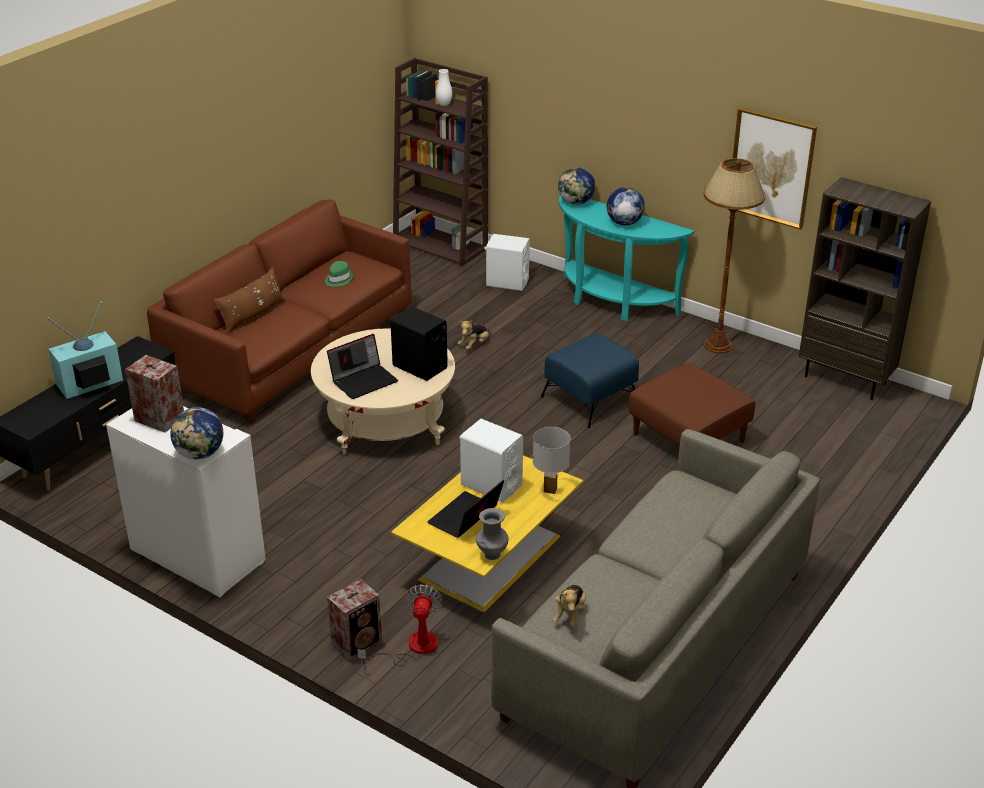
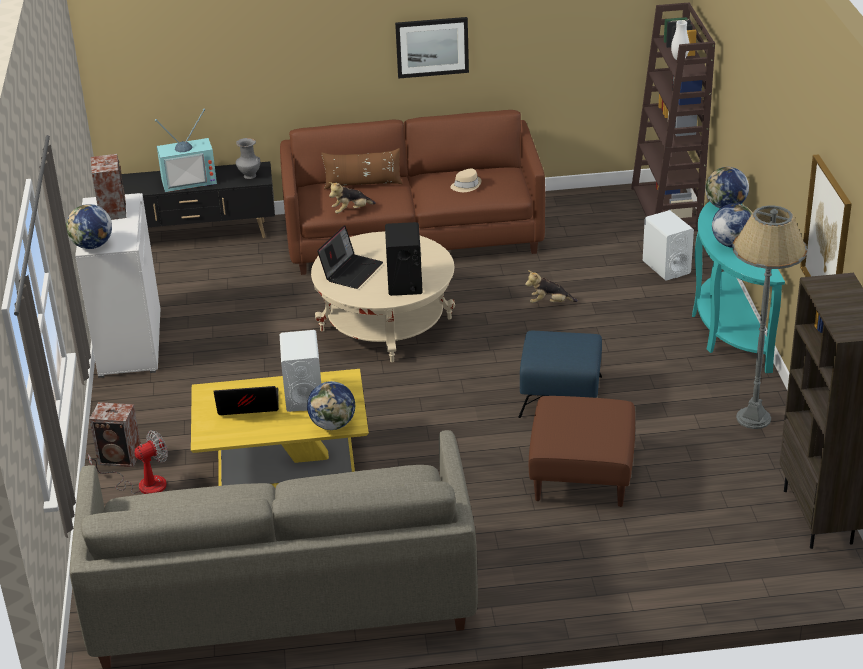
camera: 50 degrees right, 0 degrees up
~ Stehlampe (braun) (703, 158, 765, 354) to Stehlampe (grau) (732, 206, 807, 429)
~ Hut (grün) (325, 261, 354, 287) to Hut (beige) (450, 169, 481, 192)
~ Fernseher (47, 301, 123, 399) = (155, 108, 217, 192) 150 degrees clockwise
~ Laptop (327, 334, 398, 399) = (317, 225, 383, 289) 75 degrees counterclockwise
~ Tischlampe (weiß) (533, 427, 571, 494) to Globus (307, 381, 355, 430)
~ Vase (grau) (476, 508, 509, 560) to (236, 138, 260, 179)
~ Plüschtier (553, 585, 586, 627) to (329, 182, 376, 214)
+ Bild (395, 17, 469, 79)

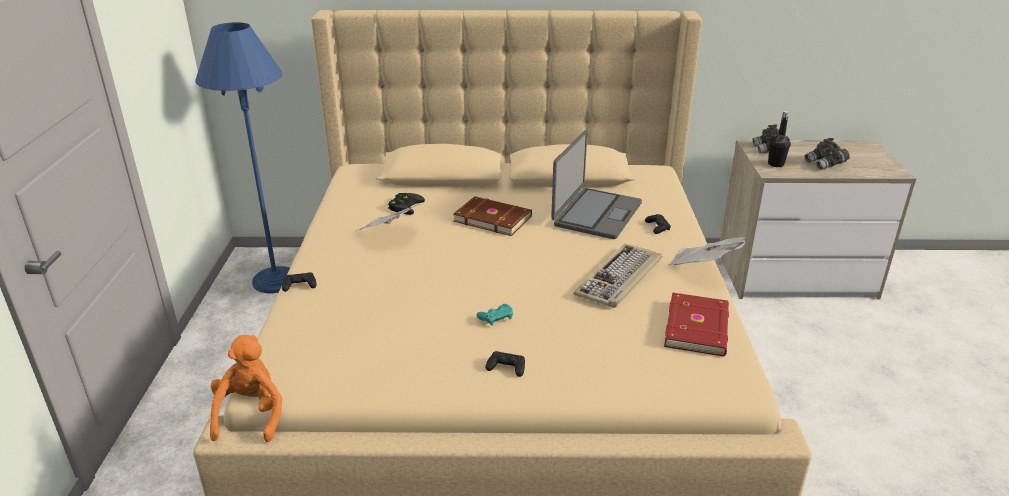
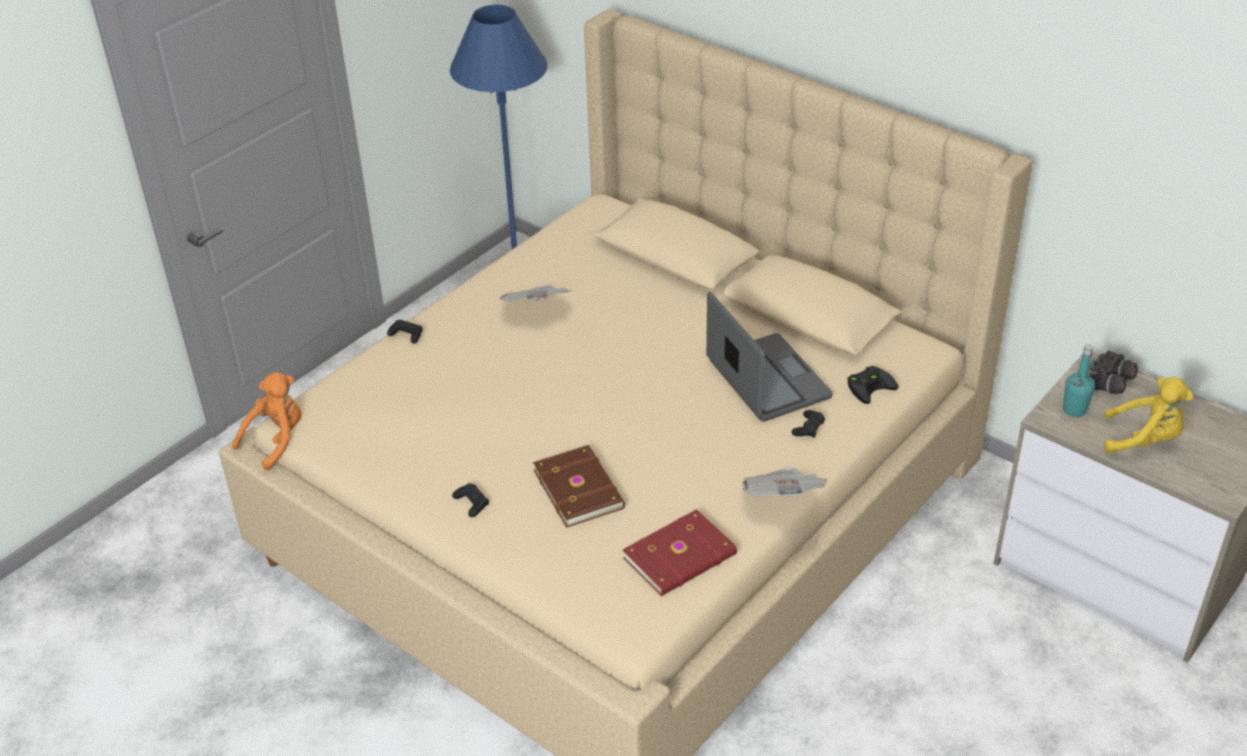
camera: 40 degrees right, 10 degrees up
~ Flasche (schwarz) (768, 111, 790, 167) to Flasche (türkis) (1063, 344, 1095, 417)
~ Laptop (551, 130, 642, 239) = (706, 292, 833, 422) 90 degrees counterclockwise
~ Fernglas (grau) (805, 138, 850, 170) to Plüschtier (gelb) (1104, 377, 1194, 454)
~ Gamepad (schwarz) (388, 193, 425, 215) to (847, 366, 898, 404)
~ Buch (braun) (453, 196, 532, 236) to (533, 445, 625, 528)
- Tastatur (574, 244, 662, 308)
- Gamepad (türkis) (476, 304, 513, 326)

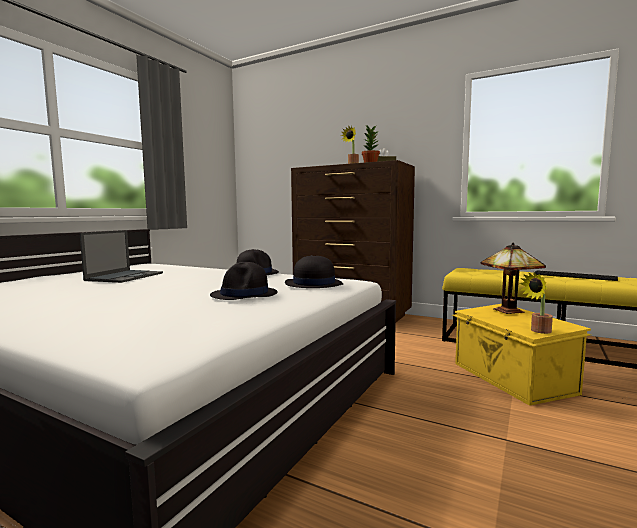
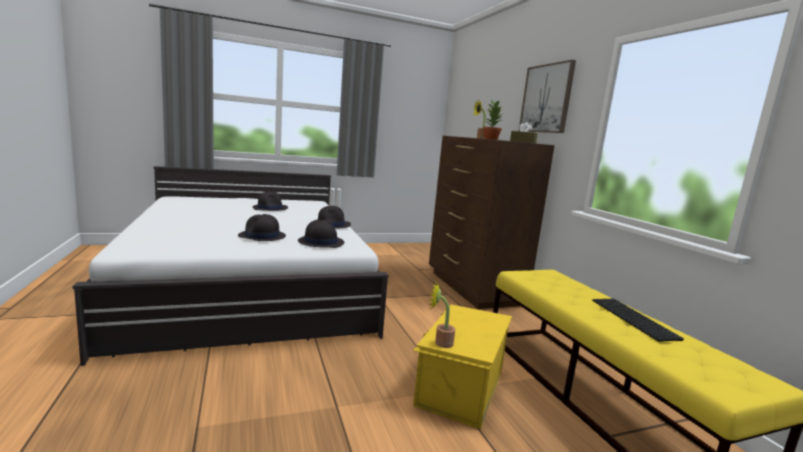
camera: 40 degrees right, 5 degrees up
~ Laptop (80, 230, 163, 283) to Hut (schwarz) (253, 191, 288, 211)
- Tischlampe (481, 243, 546, 314)
+ Bild (519, 60, 576, 133)

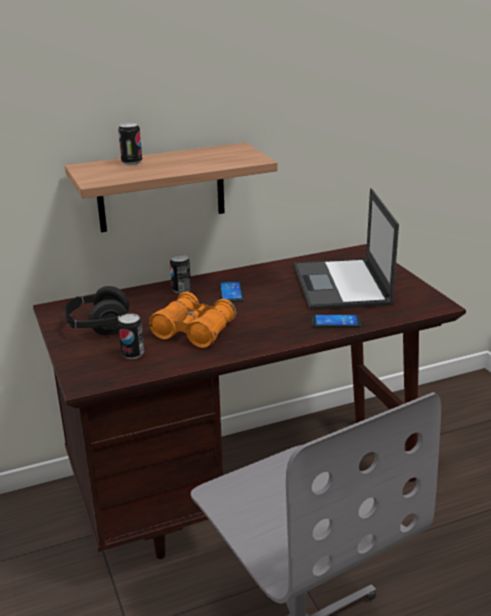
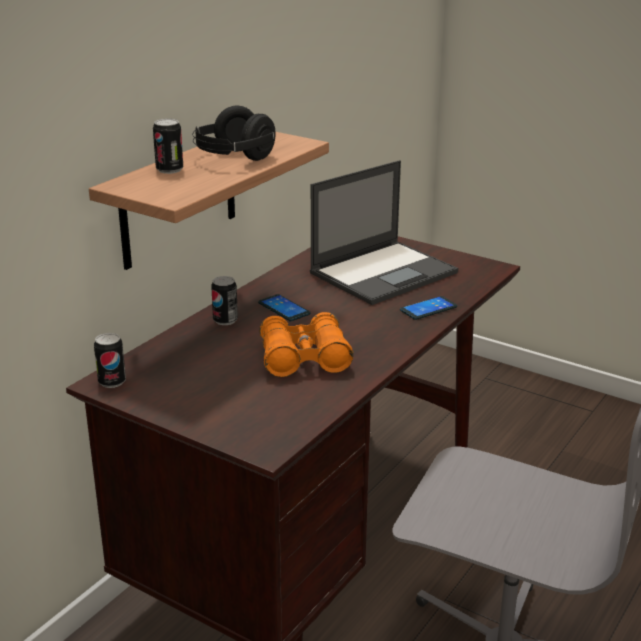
camera: 35 degrees left, 0 degrees up
~ Laptop (294, 188, 399, 310) = (310, 160, 458, 305) 90 degrees counterclockwise
~ Kopfhörer (schwarz) (62, 286, 129, 335) to (192, 106, 276, 161)
~ Dose (118, 314, 144, 359) to (94, 333, 126, 388)

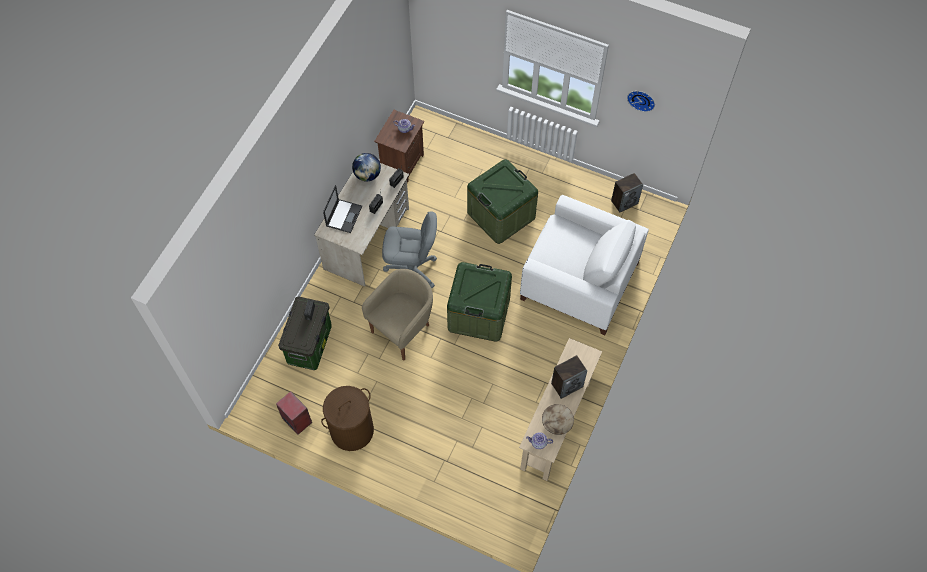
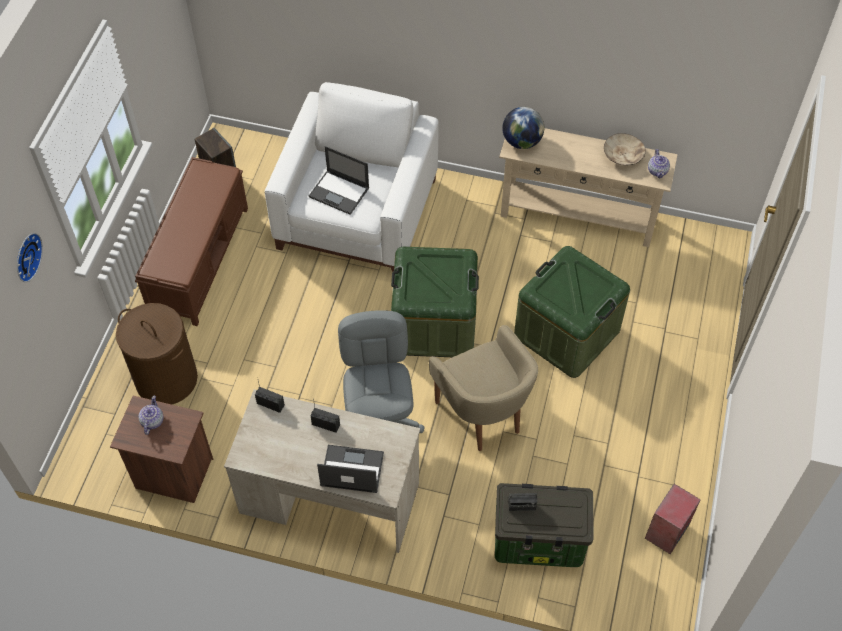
camera: 100 degrees left, 5 degrees down
~ Wanduhr (627, 91, 655, 112) to (17, 233, 43, 282)
~ Globus (352, 153, 381, 181) to (502, 107, 544, 149)
~ Aufbewahrungsbox (grün) (467, 159, 538, 244) to (514, 246, 630, 378)
~ Sessel (beige) (362, 269, 433, 360) = (429, 325, 538, 451) 150 degrees counterclockwise
- Lautsprecher (551, 355, 587, 399)
~ Wäschekorb (braun) (321, 386, 374, 451) to (116, 303, 198, 405)
+ Laptop (309, 146, 369, 215)
+ Bank (braun) (135, 157, 248, 326)

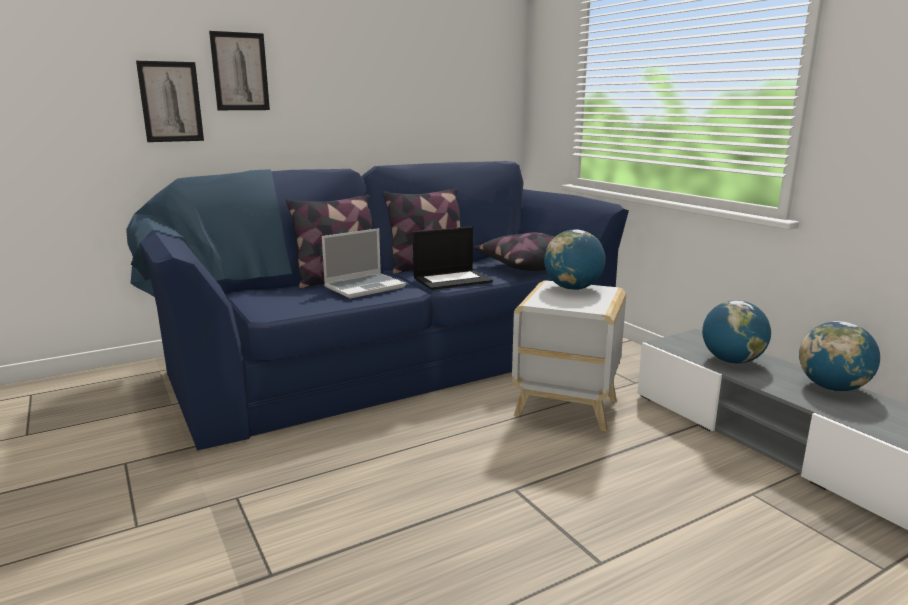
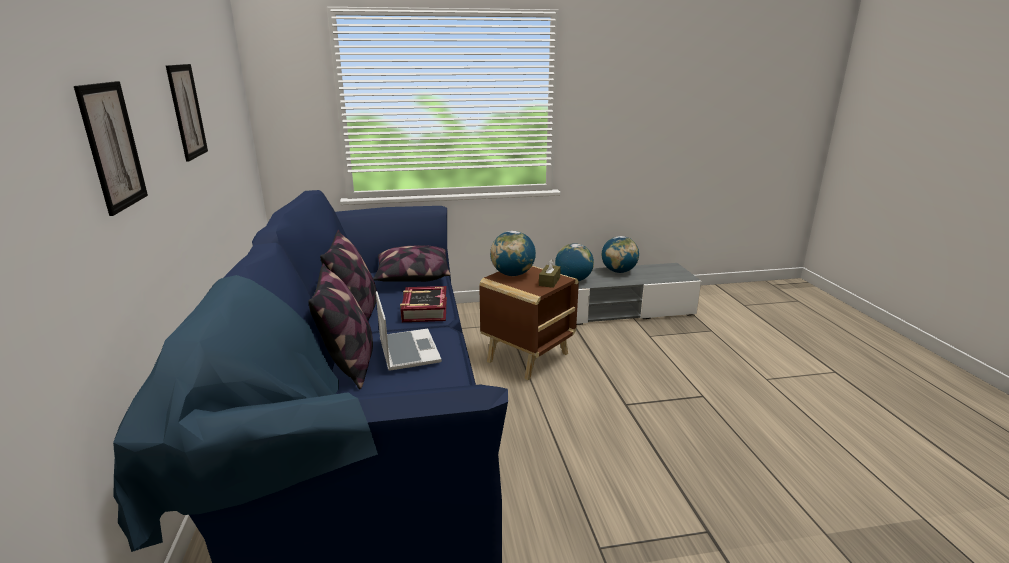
camera: 70 degrees left, 5 degrees up
~ Bild (136, 61, 204, 142) to (166, 64, 208, 162)
~ Laptop (413, 226, 493, 290) to Buch (400, 286, 447, 322)
~ Beistelltisch (weiß) (512, 280, 626, 432) to Beistelltisch (braun) (479, 266, 579, 380)
+ Taschentuchbox (braun) (539, 259, 561, 288)

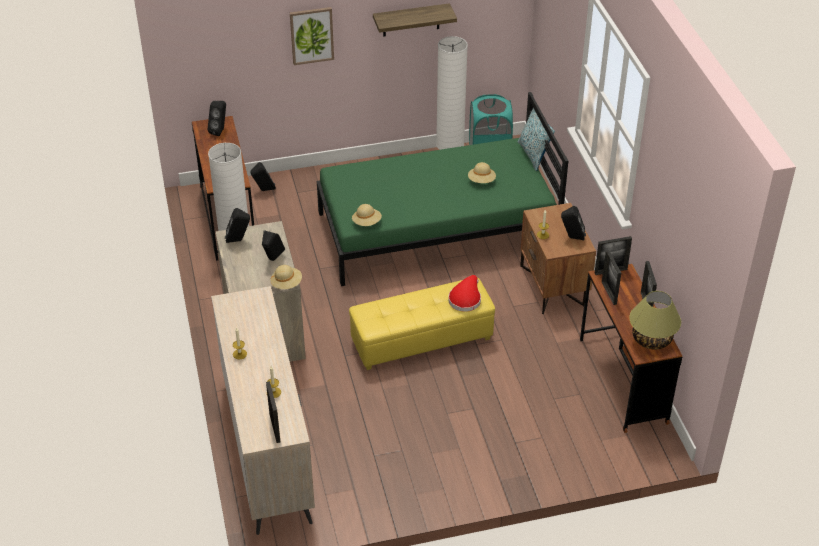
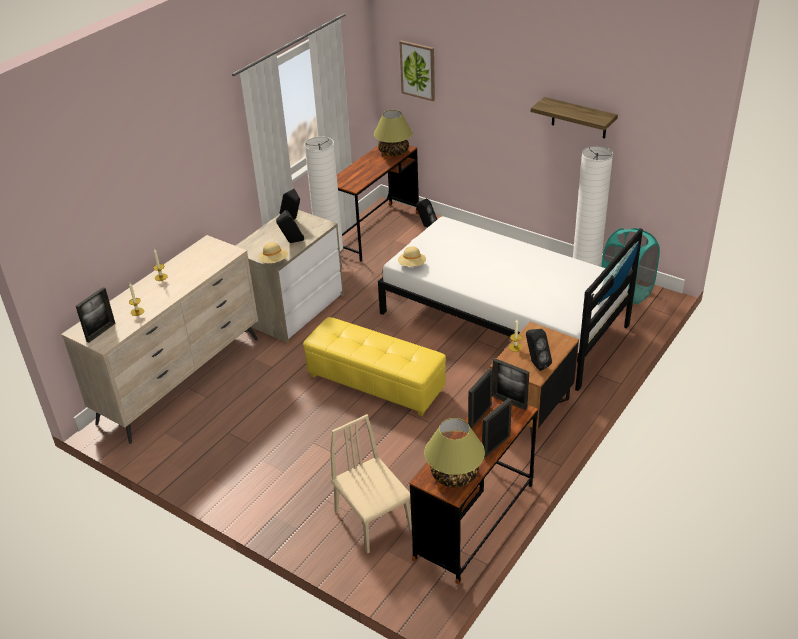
camera: 50 degrees right, 5 degrees down
~ Bild (290, 7, 334, 65) to (400, 40, 435, 101)
~ Bett (grün) (317, 92, 568, 286) to Bett (weiß) (378, 217, 643, 391)
~ Lautsprecher (schwarz) (208, 101, 226, 136) to Tischlampe (374, 110, 412, 156)
- Hut (beige) (468, 162, 496, 183)
- Hut (rot) (448, 275, 481, 312)
+ Stuhl (beige) (330, 414, 412, 554)

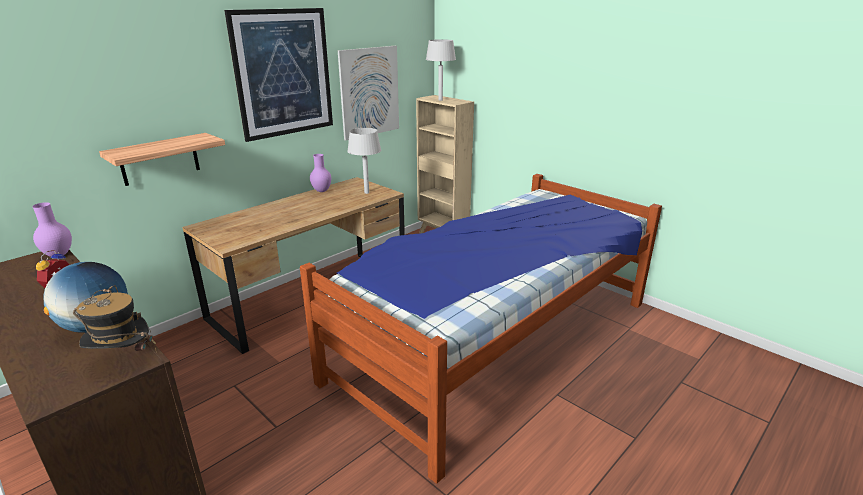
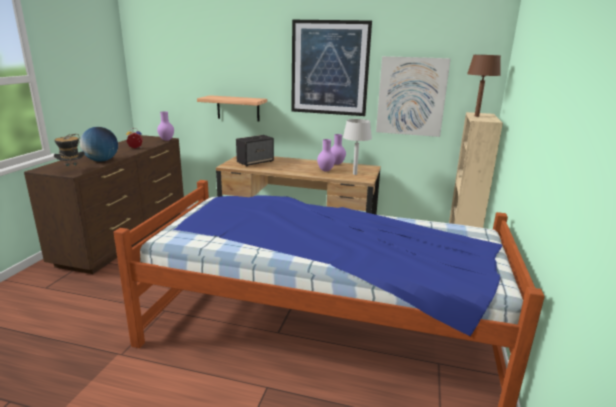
camera: 60 degrees right, 5 degrees down
~ Tischlampe (grau) (426, 39, 456, 101) to Tischlampe (braun) (467, 55, 501, 117)
+ Lautsprecher (236, 135, 274, 167)
+ Vase (lila) (317, 139, 335, 172)

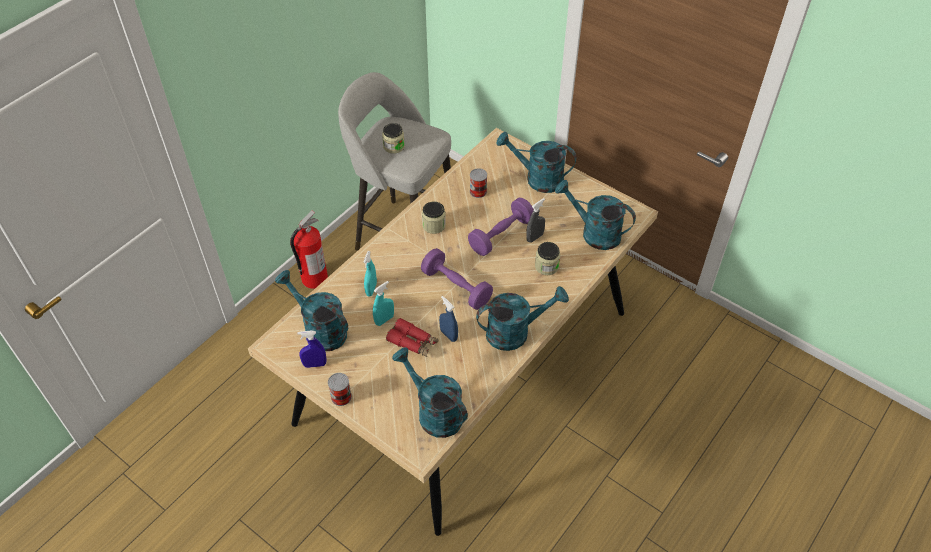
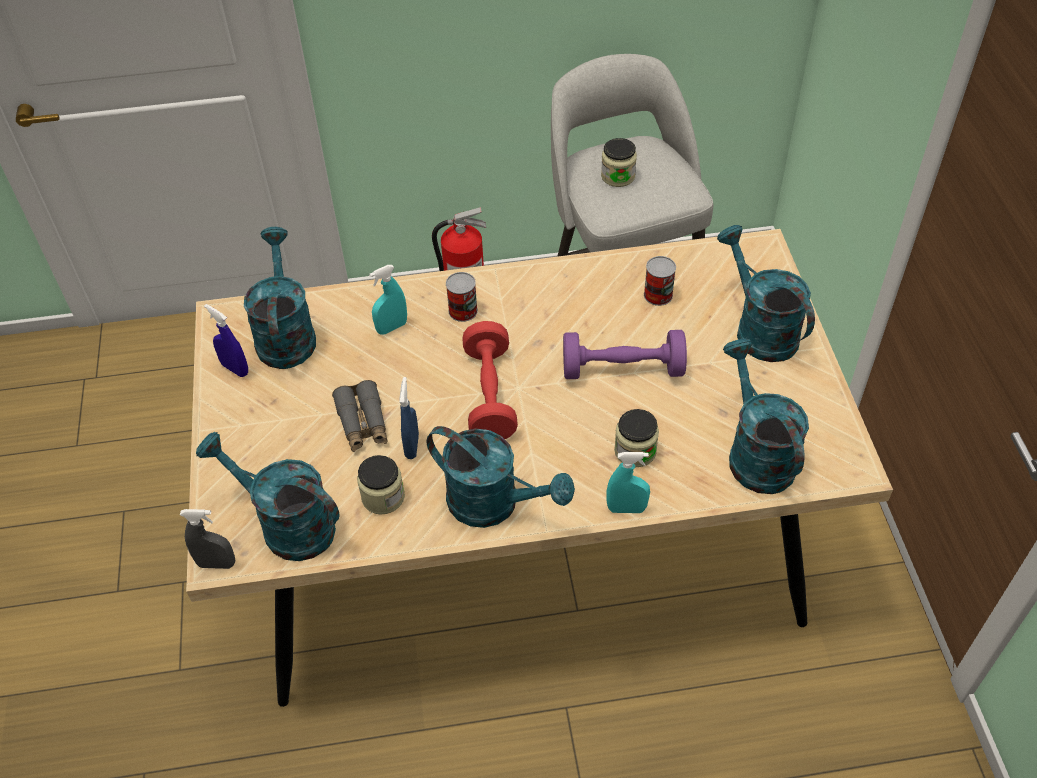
camera: 45 degrees right, 0 degrees up
~ Sprühflasche (grau) (526, 198, 545, 243) to (180, 509, 235, 569)
~ Vorratsglas (422, 202, 446, 234) to (357, 455, 405, 515)
~ Hantel (lila) (421, 248, 493, 310) to Hantel (rot) (462, 321, 518, 439)
~ Sprühflasche (türkis) (373, 281, 394, 326) to (606, 452, 650, 513)
~ Fernglas (rot) (386, 318, 438, 357) to Fernglas (grau) (332, 380, 387, 452)
~ Gießkanne (türkis) (392, 347, 468, 438) = (196, 432, 340, 561) 60 degrees counterclockwise
~ Dose (328, 373, 352, 406) to (446, 272, 478, 322)

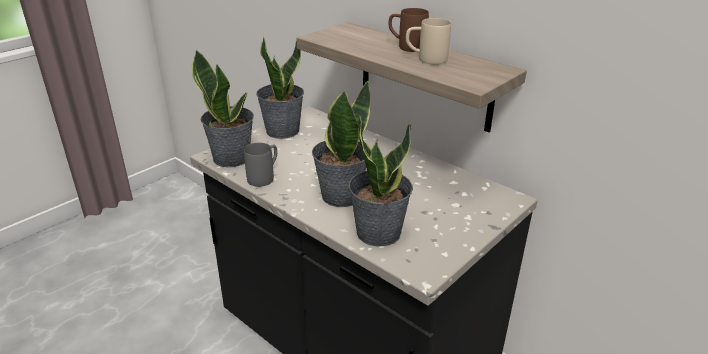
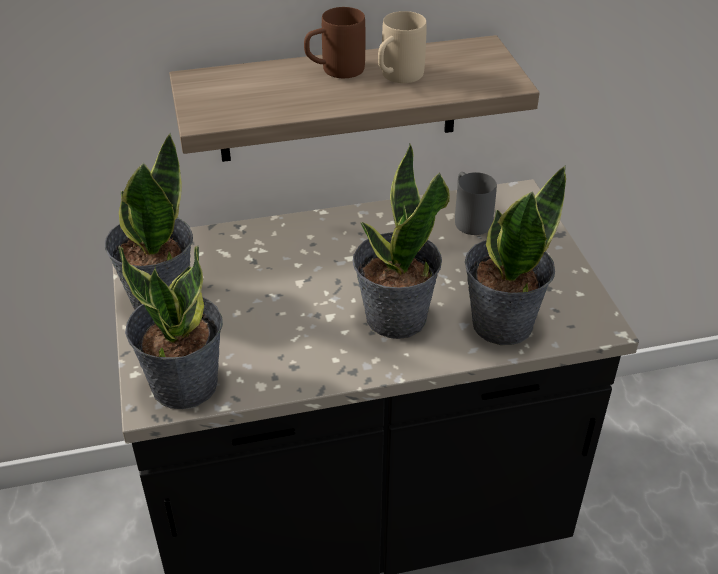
camera: 55 degrees left, 10 degrees up
~ Henkelbecher (grau) (244, 143, 277, 187) to (455, 172, 497, 235)

